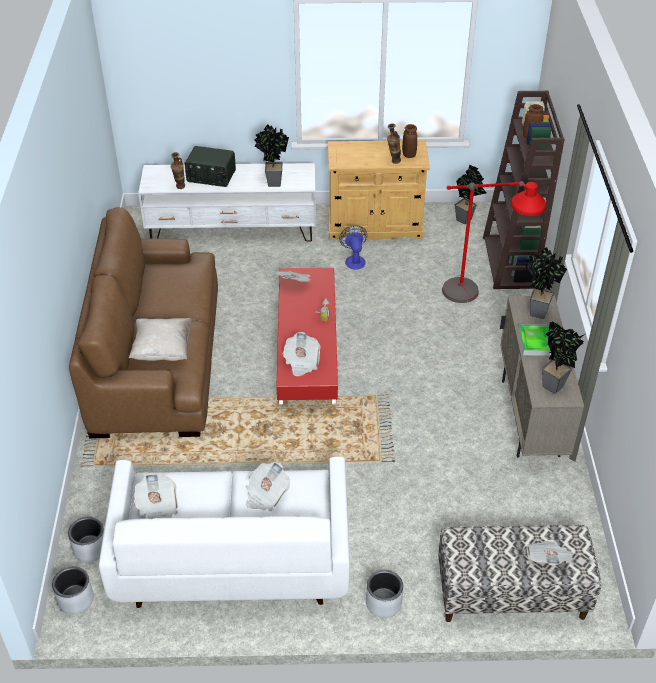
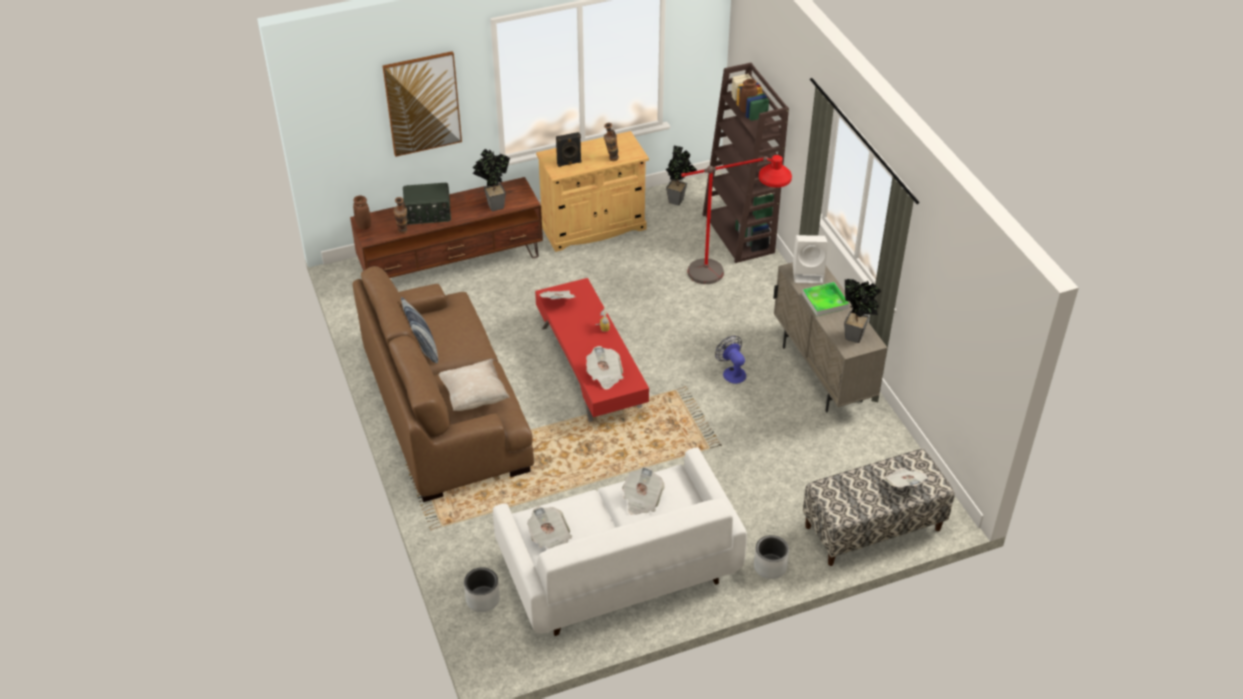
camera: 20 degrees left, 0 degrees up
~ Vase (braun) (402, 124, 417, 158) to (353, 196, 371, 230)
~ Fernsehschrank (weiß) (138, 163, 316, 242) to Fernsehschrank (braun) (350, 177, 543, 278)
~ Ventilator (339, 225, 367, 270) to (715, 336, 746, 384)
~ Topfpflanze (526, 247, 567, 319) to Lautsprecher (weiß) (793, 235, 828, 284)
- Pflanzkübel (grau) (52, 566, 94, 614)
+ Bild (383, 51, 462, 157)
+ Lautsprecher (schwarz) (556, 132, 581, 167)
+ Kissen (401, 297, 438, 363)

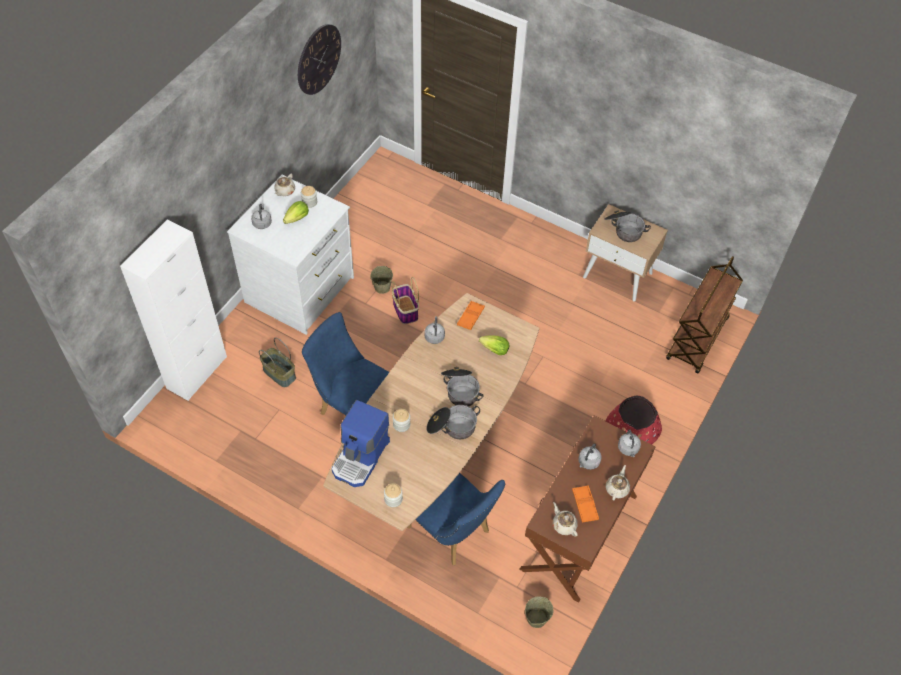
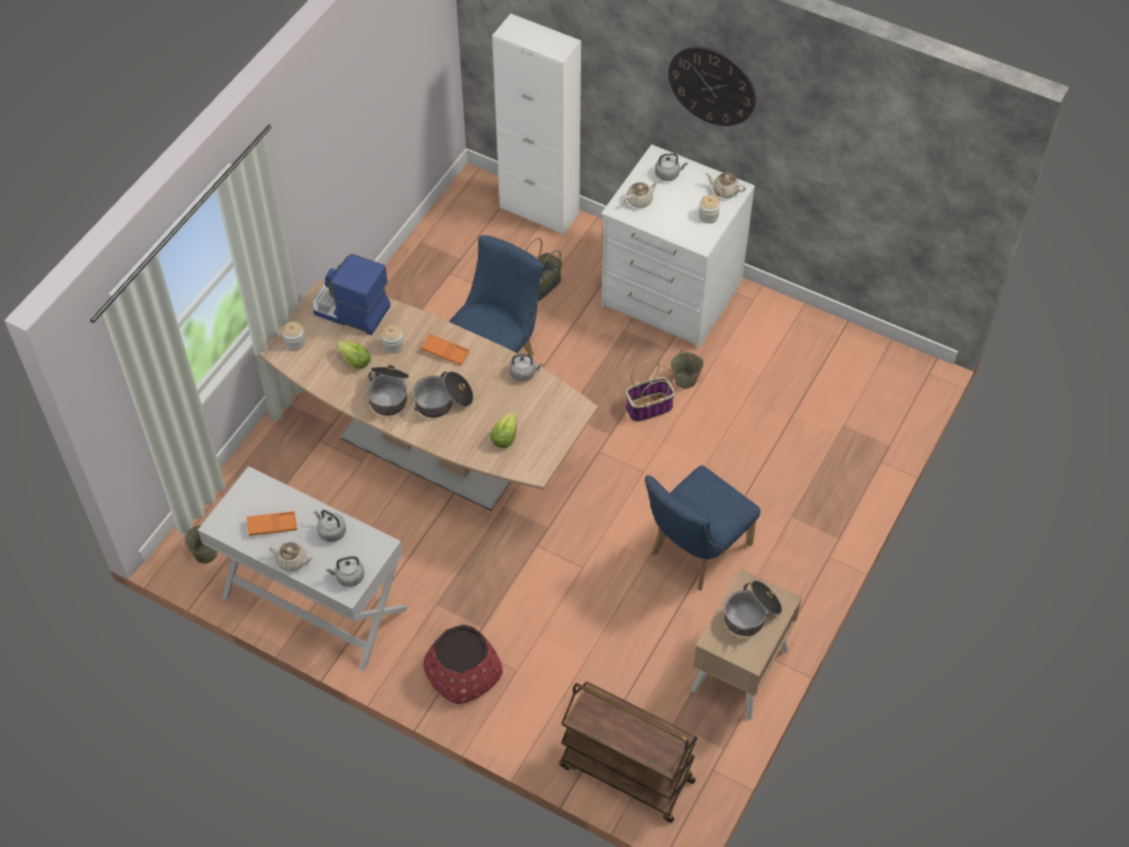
camera: 90 degrees right, 0 degrees up
~ Wanduhr (298, 24, 341, 95) to (668, 47, 756, 126)
~ Salatkopf (283, 201, 309, 224) to (336, 340, 371, 369)
~ Tablett (orange) (457, 301, 485, 330) to (421, 334, 470, 366)
~ Konsolentisch (braun) (519, 416, 656, 603) to Konsolentisch (weiß) (198, 466, 408, 672)
~ Stuhl (blau) (407, 473, 505, 565) to (644, 465, 760, 590)
~ Teekanne (beige) (553, 502, 578, 537) to (623, 180, 659, 208)

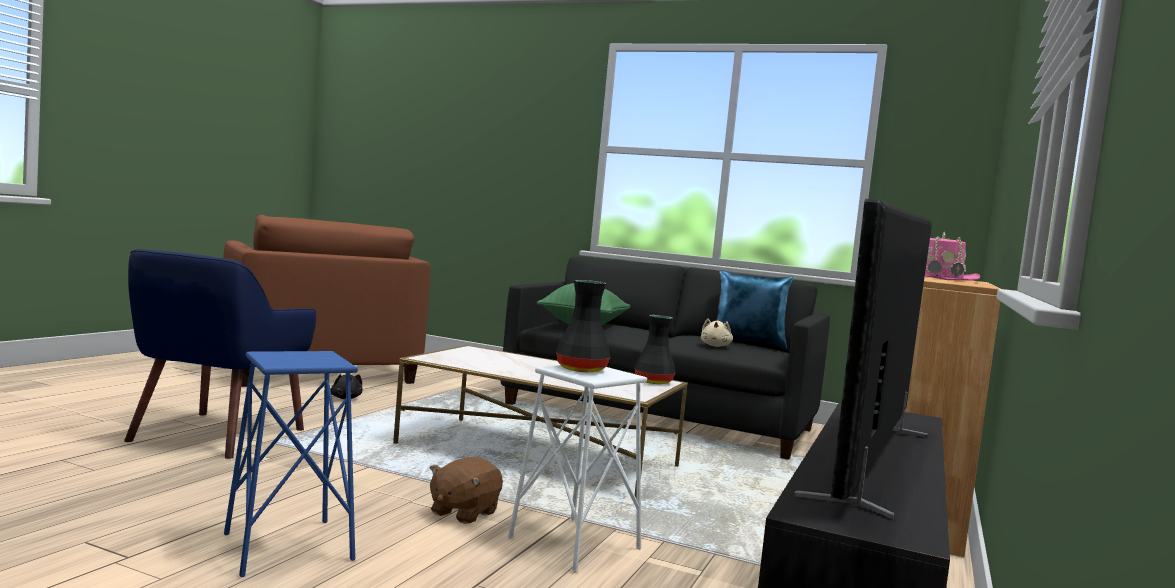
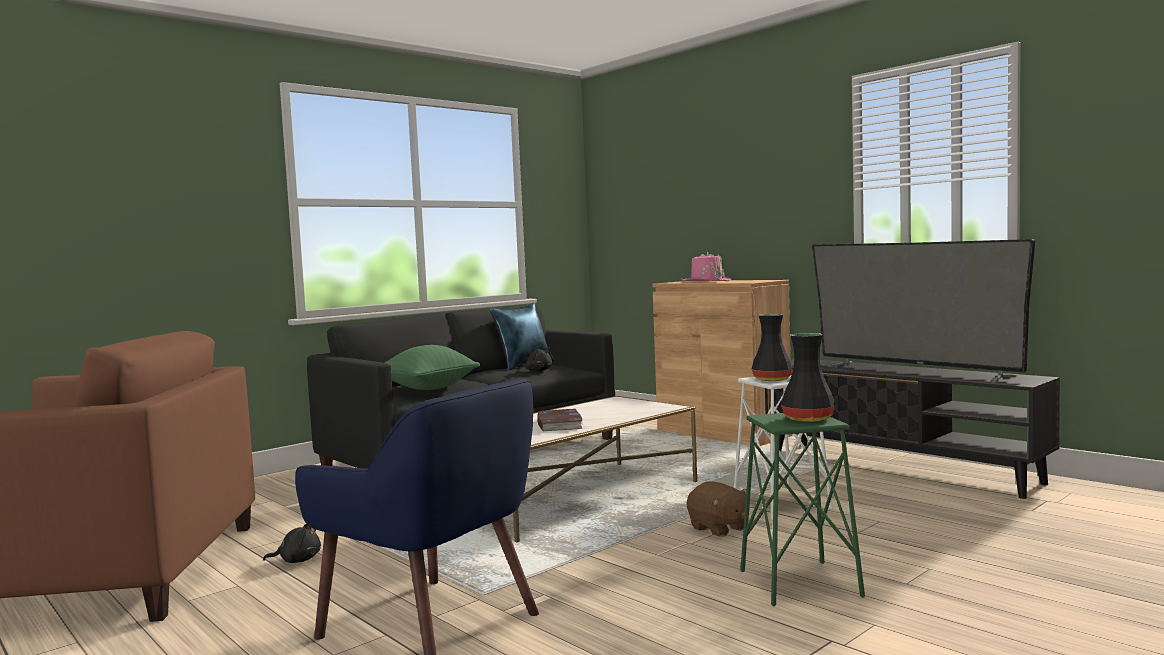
camera: 65 degrees left, 0 degrees up
~ Vase (schwarz) (634, 315, 676, 384) to (781, 333, 835, 422)
~ Plüschtier (beige) (701, 318, 733, 347) to Plüschtier (schwarz) (521, 347, 552, 372)
~ Hocker (blau) (224, 351, 358, 577) to Hocker (grün) (740, 413, 865, 606)
+ Buch (537, 409, 584, 431)

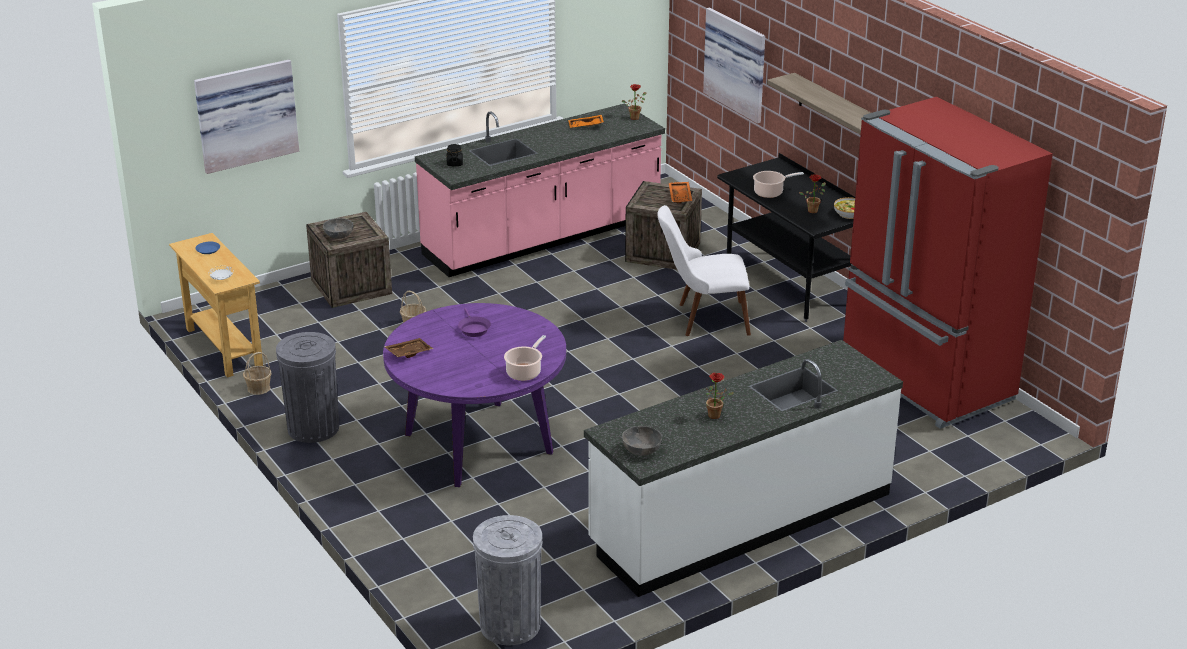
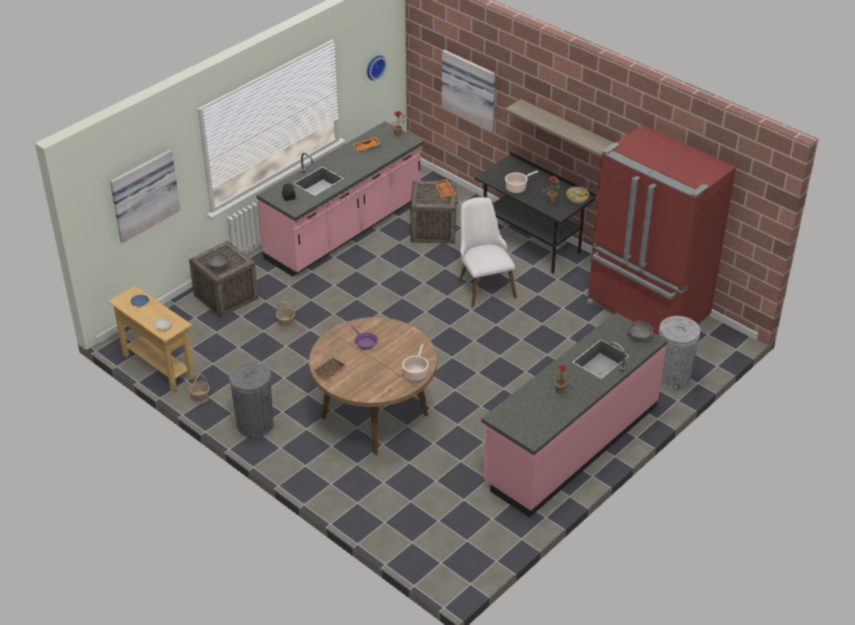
camera: 15 degrees left, 10 degrees up
~ Stuhl (weiß) (657, 205, 751, 336) = (459, 197, 517, 308) 90 degrees clockwise
~ Esstisch (lila) (383, 303, 566, 487) to Esstisch (braun) (309, 317, 437, 455)
~ Küchenzeile (weiß) (584, 340, 903, 597) to Küchenzeile (rosa) (481, 313, 667, 518)
~ Schüssel (grau) (622, 426, 662, 456) to (627, 321, 653, 341)
~ Mülleimer (grau) (473, 515, 542, 645) to (659, 316, 700, 390)
+ Wanduhr (367, 55, 387, 81)

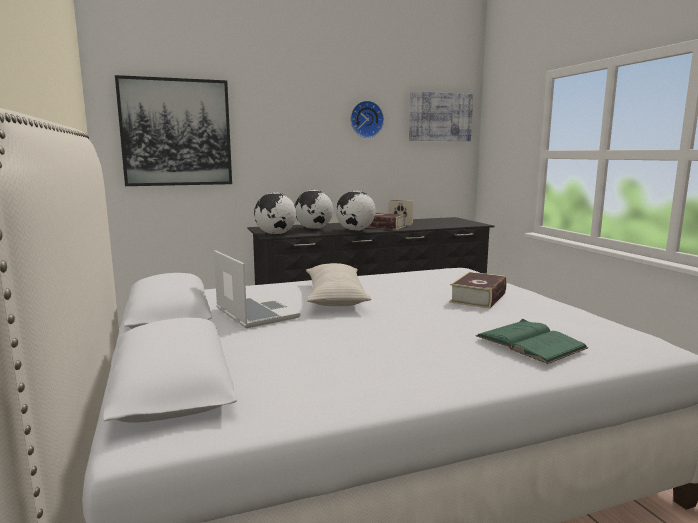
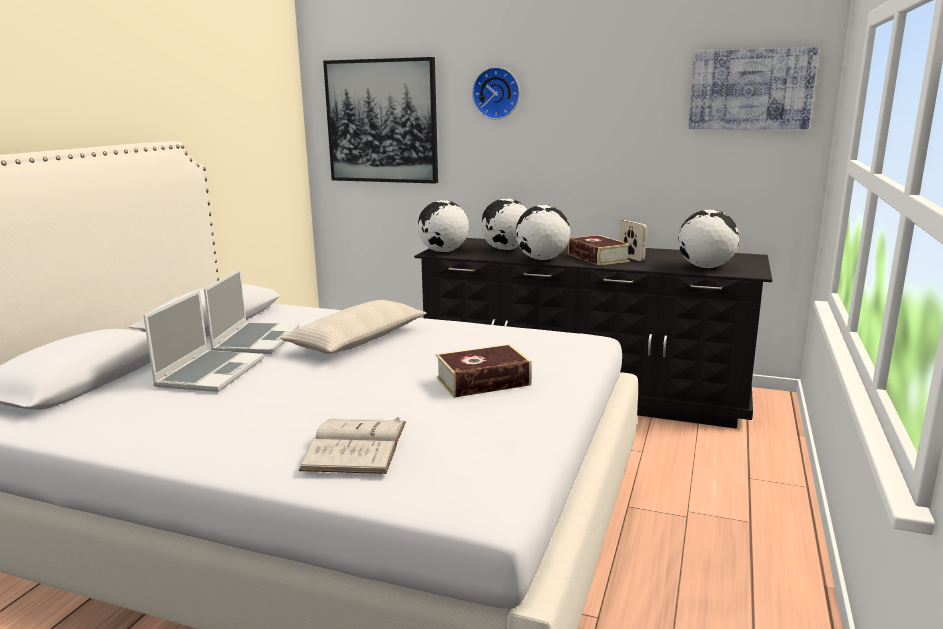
camera: 40 degrees right, 5 degrees up
~ Wanduhr (350, 100, 384, 138) to (472, 67, 520, 119)
~ Buch (grün) (476, 318, 588, 364) to Buch (weiß) (299, 417, 406, 474)
+ Globus (678, 210, 739, 268)
+ Laptop (143, 290, 264, 392)

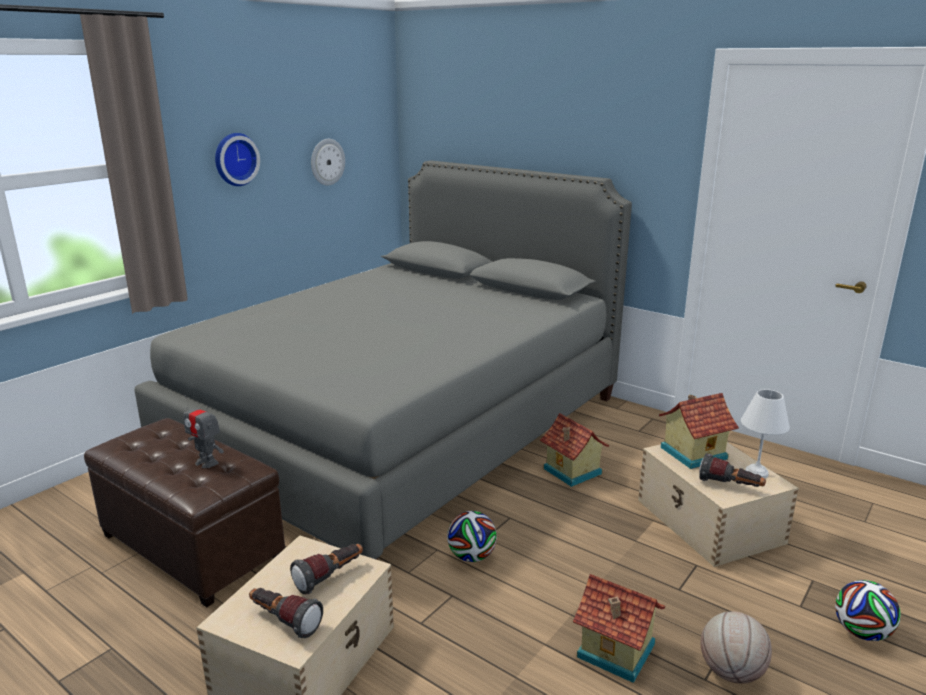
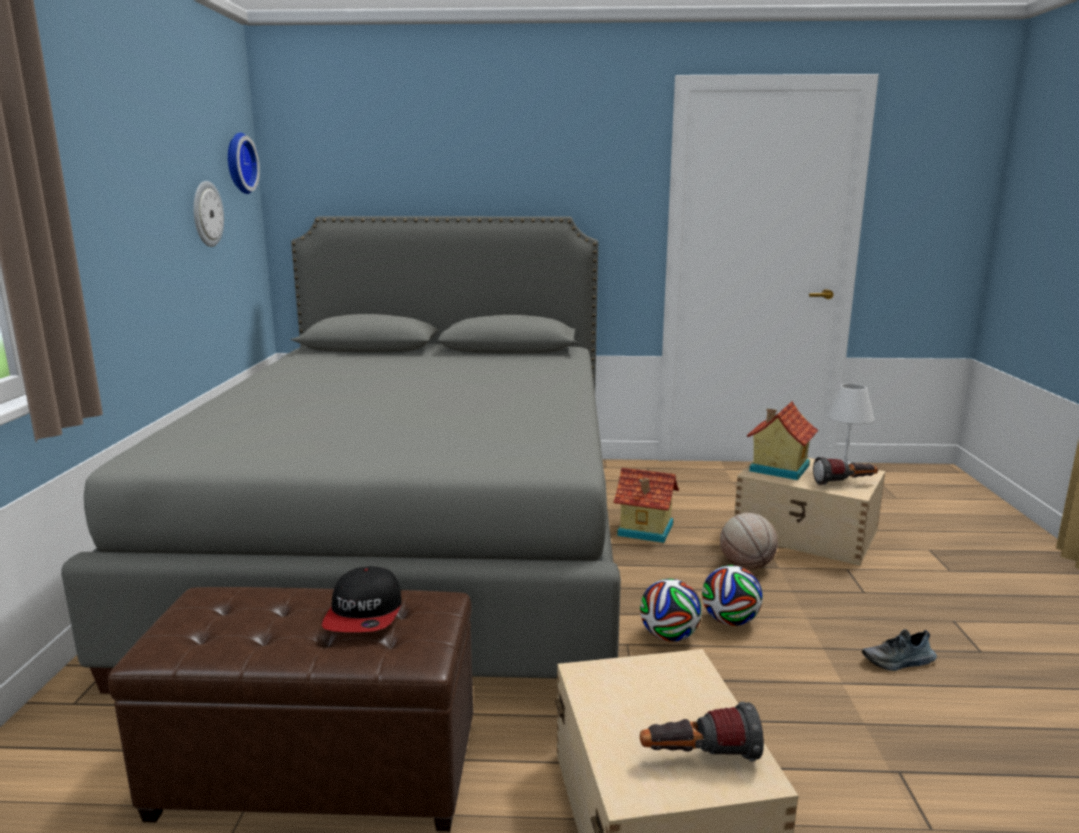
camera: 35 degrees left, 5 degrees down
~ Wanduhr (215, 133, 260, 186) to (228, 133, 260, 194)
~ Spielzeugroboter (183, 396, 224, 468) to Kappe (322, 566, 402, 632)
- Taschenlampe (290, 544, 363, 595)
~ Spielzeughaus (573, 574, 665, 683) to Schuh (862, 629, 937, 671)
~ Fußball (835, 580, 901, 641) to (702, 565, 763, 626)
~ Basketball (700, 611, 772, 684) to (720, 513, 778, 570)

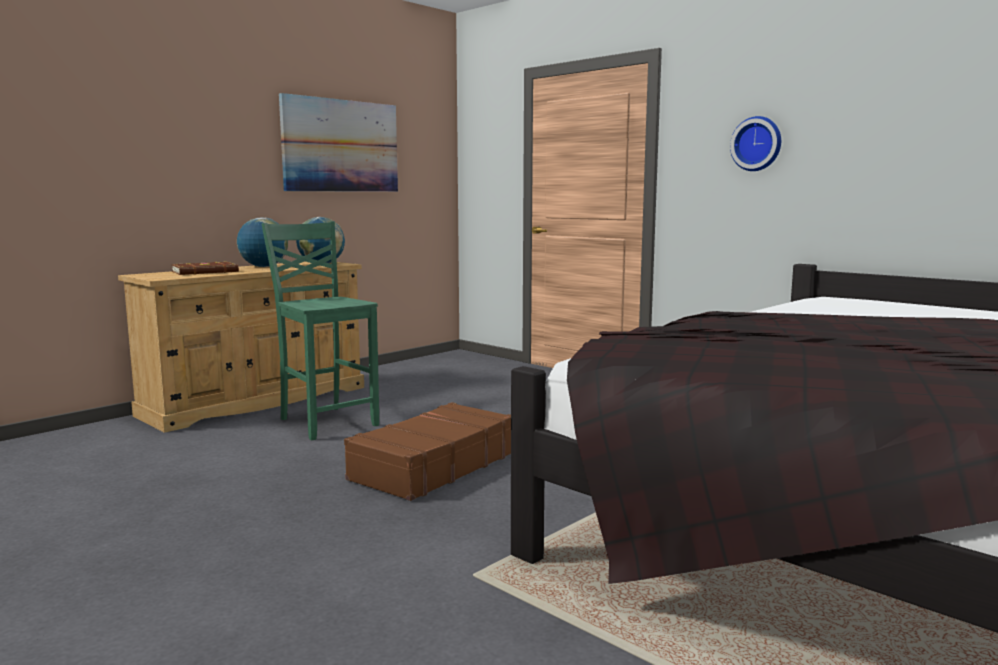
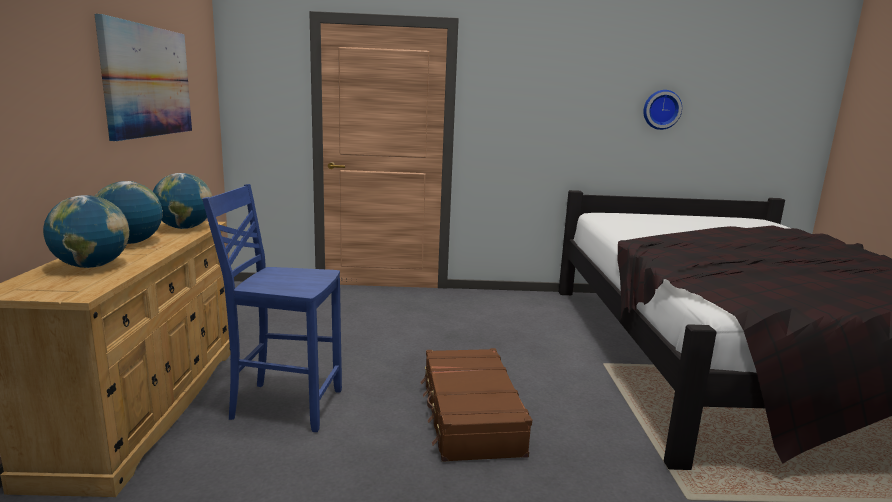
camera: 45 degrees left, 5 degrees up
~ Wanduhr (730, 116, 781, 171) to (643, 90, 682, 130)
~ Stuhl (grün) (262, 221, 379, 440) to Stuhl (blau) (202, 184, 342, 432)
~ Buch (braun) (172, 261, 239, 275) to Globus (43, 195, 129, 268)

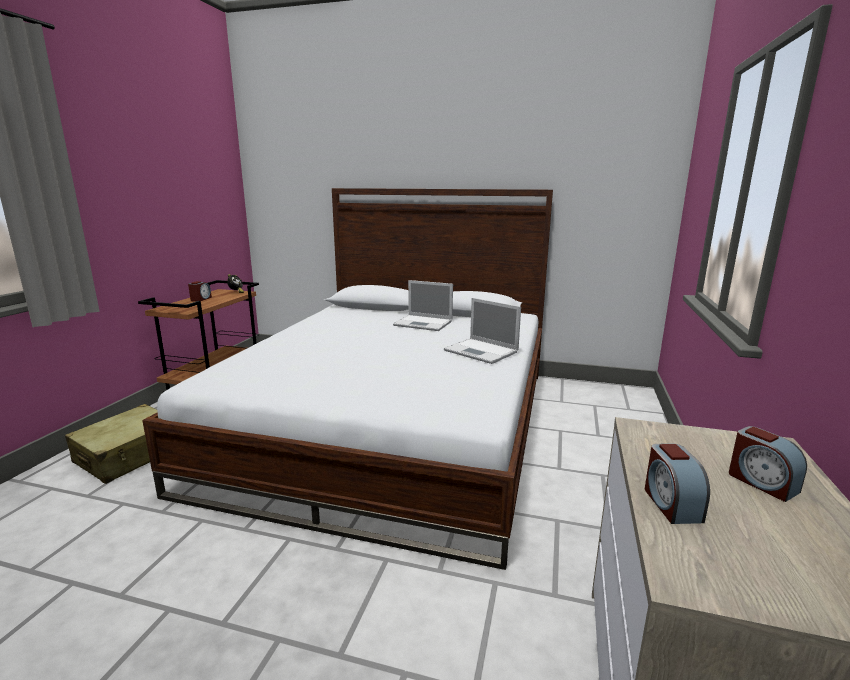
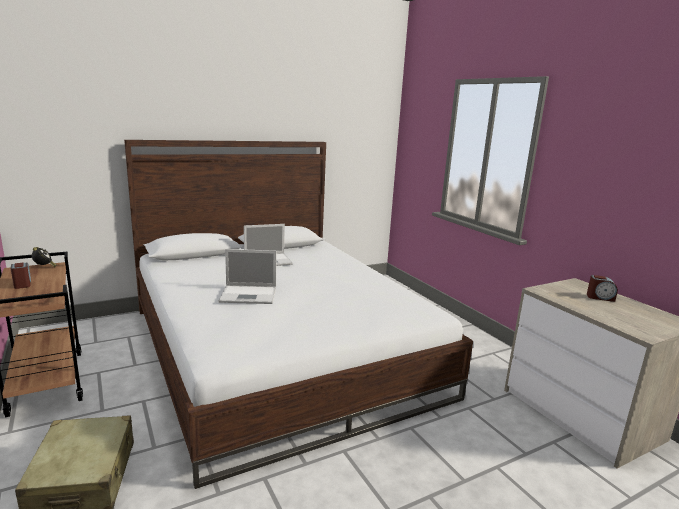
camera: 45 degrees left, 0 degrees up
~ Laptop (444, 298, 521, 364) to (218, 249, 277, 304)
- Wecker (645, 443, 710, 524)

